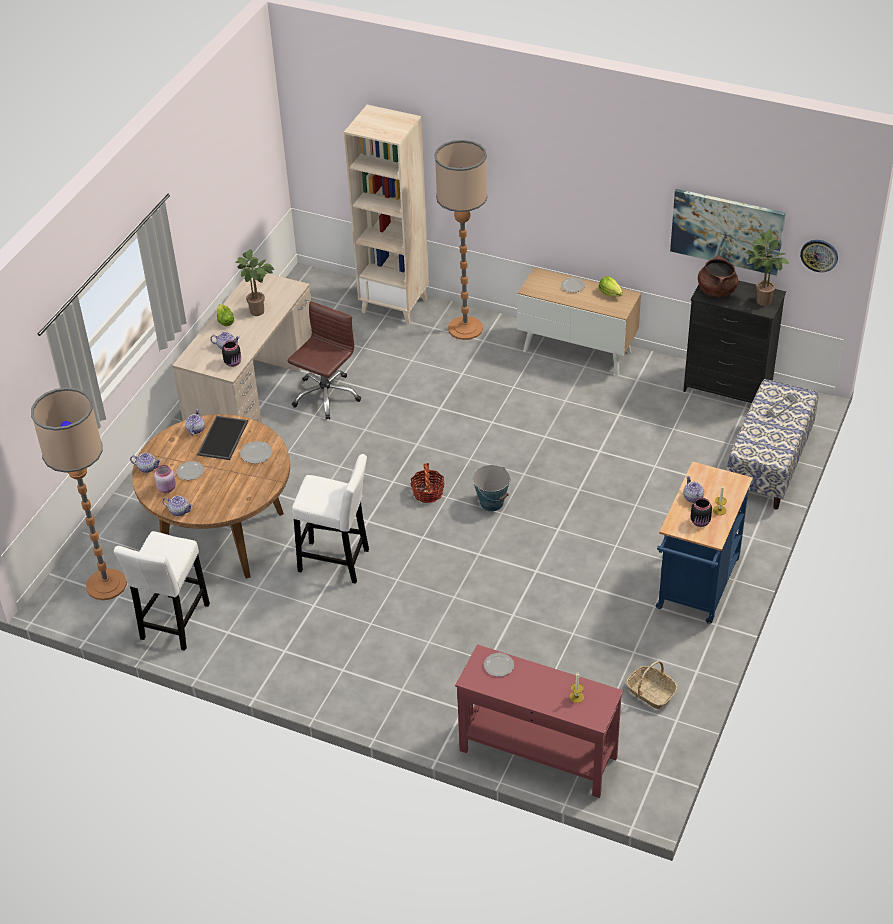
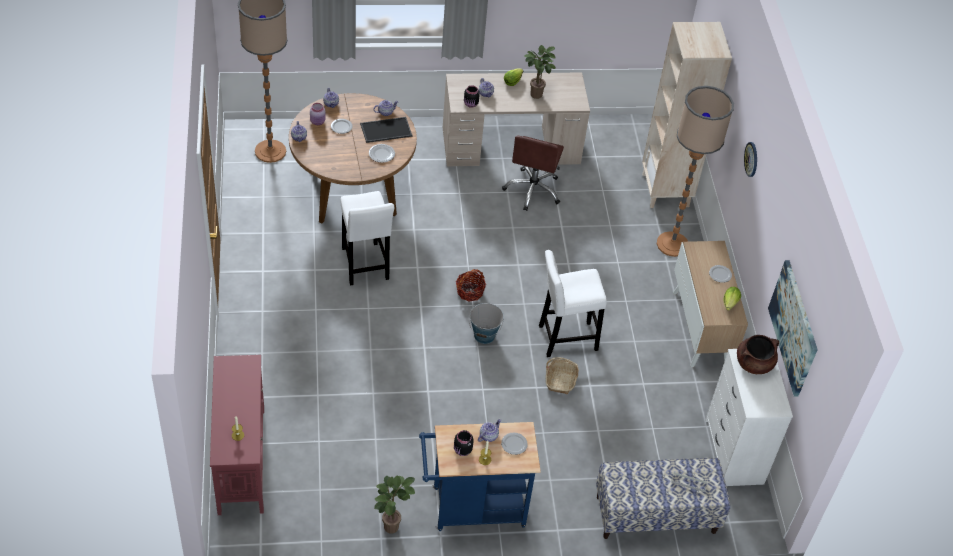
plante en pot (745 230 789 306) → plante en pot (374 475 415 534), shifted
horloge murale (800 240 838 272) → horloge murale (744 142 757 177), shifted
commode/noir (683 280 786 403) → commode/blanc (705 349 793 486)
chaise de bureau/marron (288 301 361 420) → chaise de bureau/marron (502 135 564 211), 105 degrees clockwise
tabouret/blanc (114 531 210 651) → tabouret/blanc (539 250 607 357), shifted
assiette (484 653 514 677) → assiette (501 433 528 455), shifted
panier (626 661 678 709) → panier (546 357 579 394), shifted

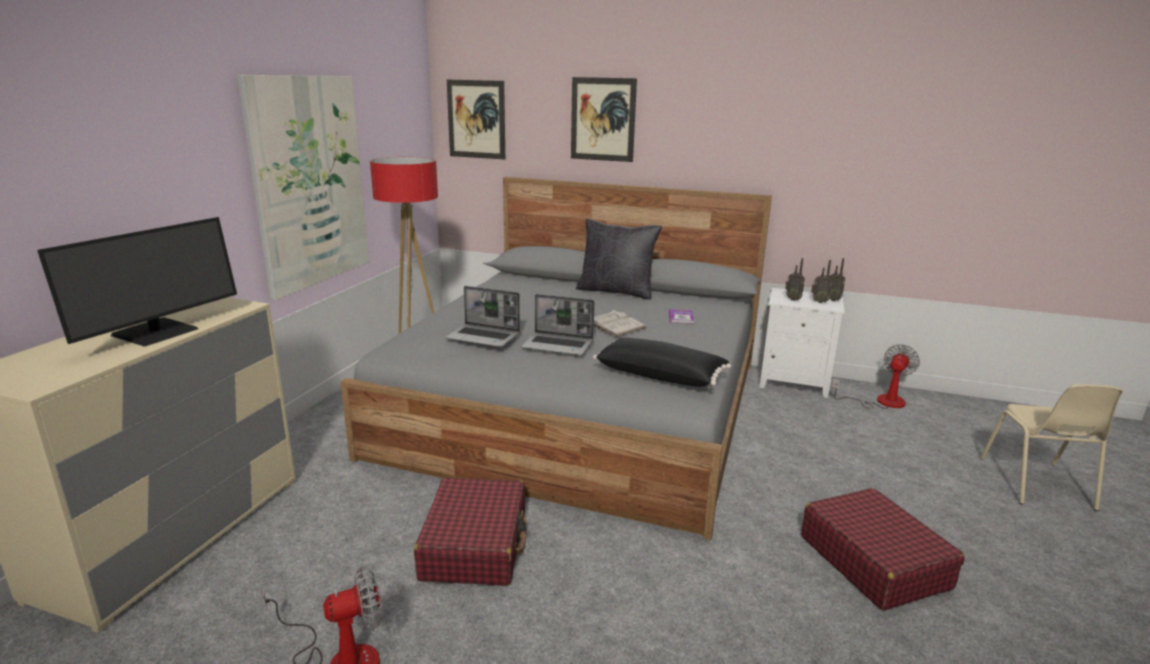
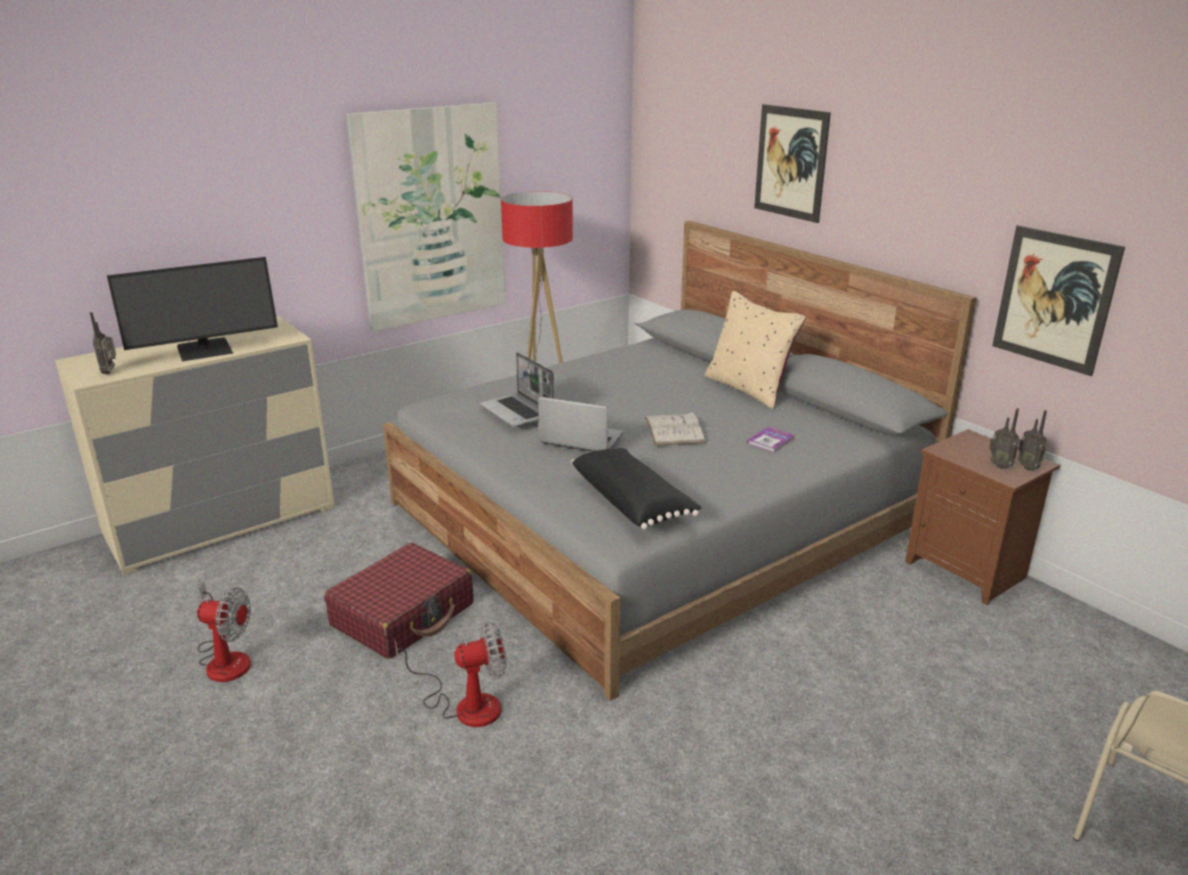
tableau (447 80 505 159) → tableau (992 226 1125 376), shifted
coussin/noir (576 219 662 300) → coussin/beige (705 291 806 409)
radio (785 258 805 301) → radio (90 312 116 374), shifted
table de chevet/blanc (760 288 845 398) → table de chevet/marron (905 429 1060 605)
ordinateur portable (521 294 595 355) → ordinateur portable (538 396 623 452), 150 degrees clockwise
ventilateur (832 345 920 409) → ventilateur (395 622 507 727), shifted
valise/rouge (801 488 965 610) → -

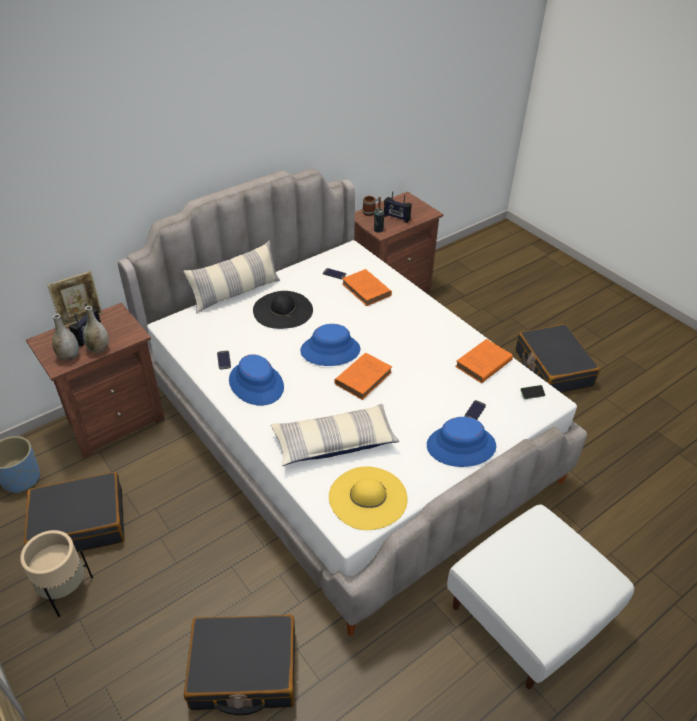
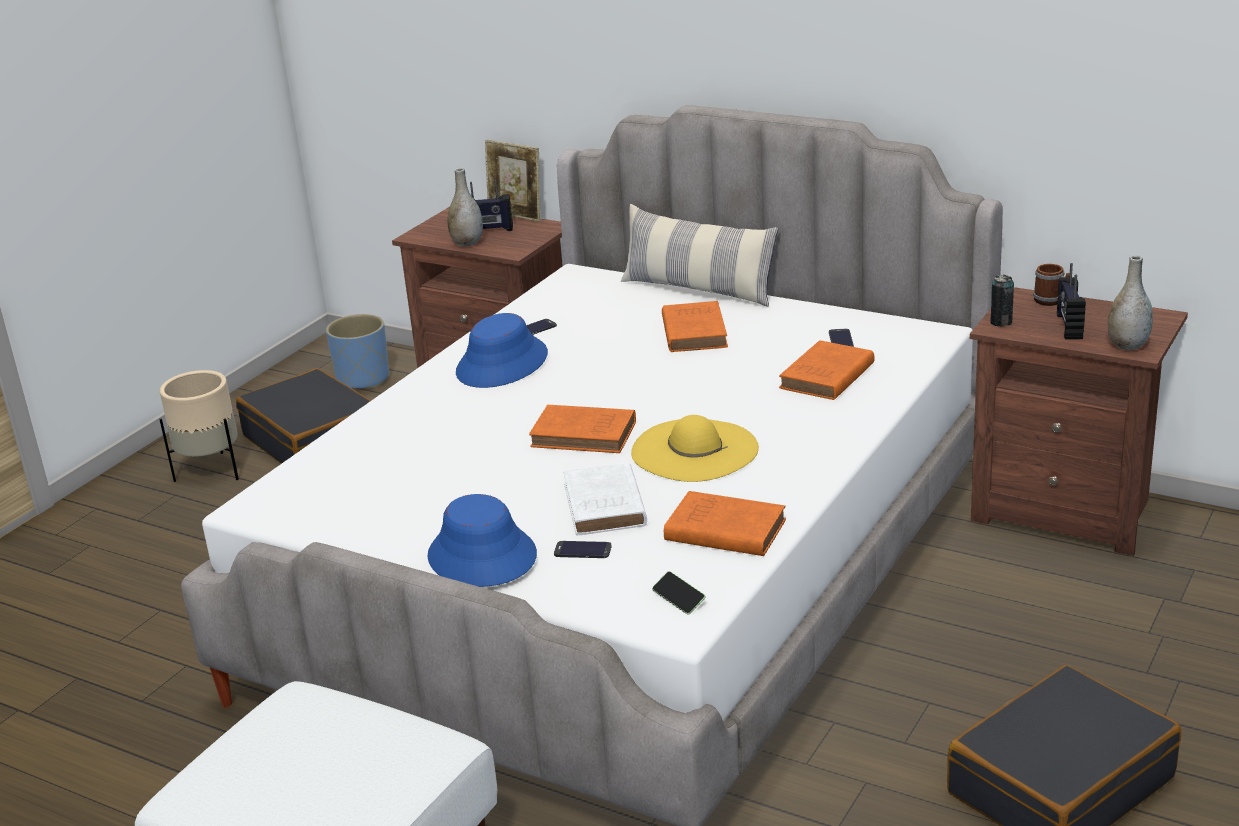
chapeau/noir (253 291 313 329) → livre/orange (662 301 728 352)
vase/gris (52 314 79 361) → vase/gris (1108 255 1153 350), shifted
chapeau/bleu (300 324 360 366) → -
coussin (271 404 400 466) → -
chapeau/jaune (329 466 408 530) → chapeau/jaune (631 415 759 482), shifted
valise/noir (184 615 295 715) → -
- → livre/blanc (563 462 647 535)

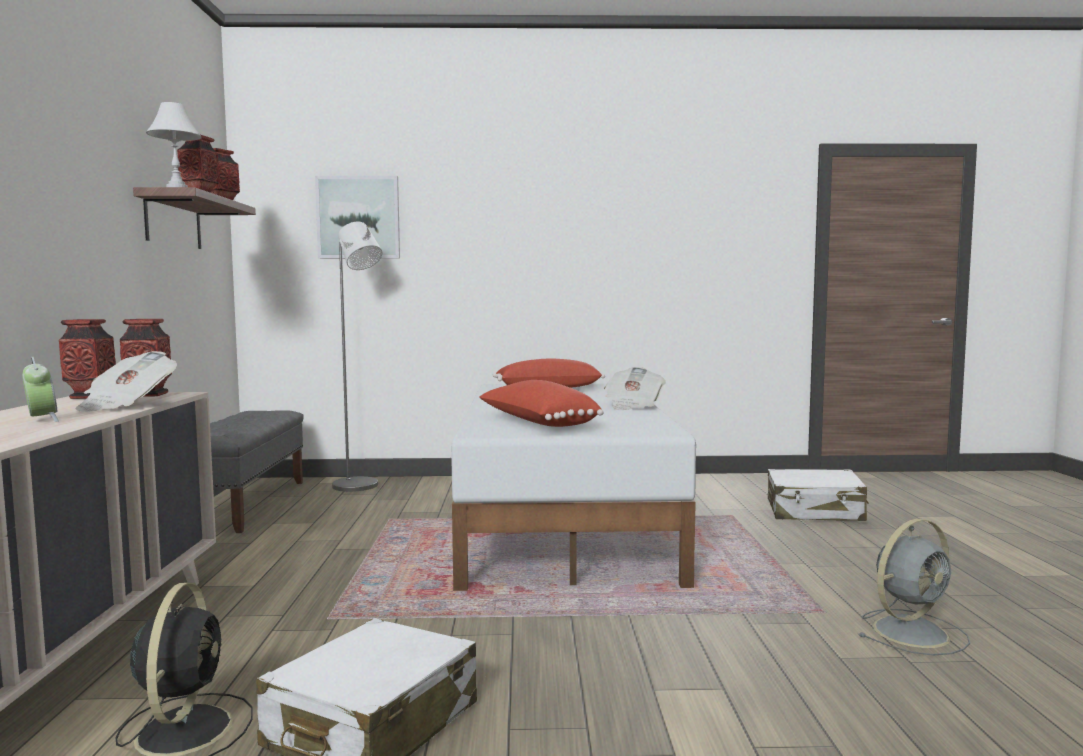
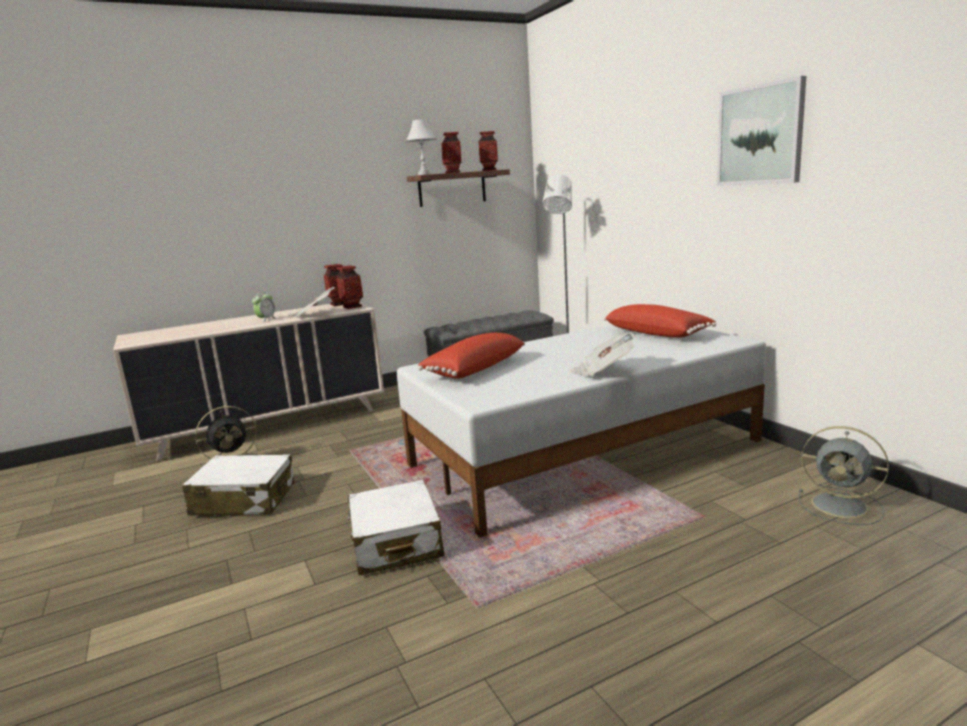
tableau (315 176 400 259) → tableau (717 76 806 186), shifted
valise/blanc (768 469 869 521) → valise/blanc (347 480 445 575), shifted
ventilateur/gris (858 519 970 656) → ventilateur/gris (799 426 889 525), shifted

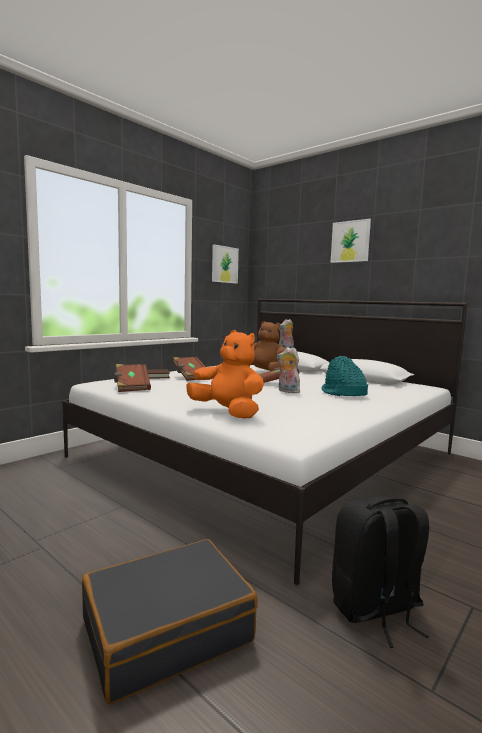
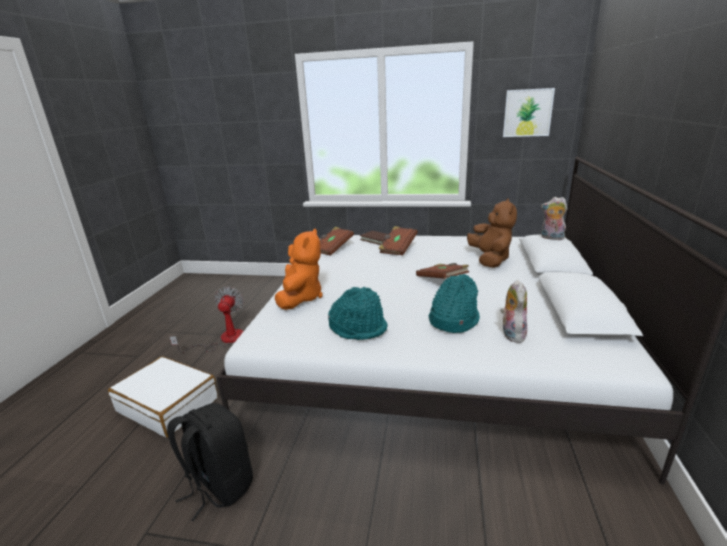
tableau (331 219 371 263) → -
peluche (277 347 300 393) → peluche (500 280 527 343), shifted
valise/noir (82 539 258 704) → valise/blanc (108 356 218 438)
- → ventilateur (170 287 244 353)
- → chapeau/turquoise (328 287 388 340)

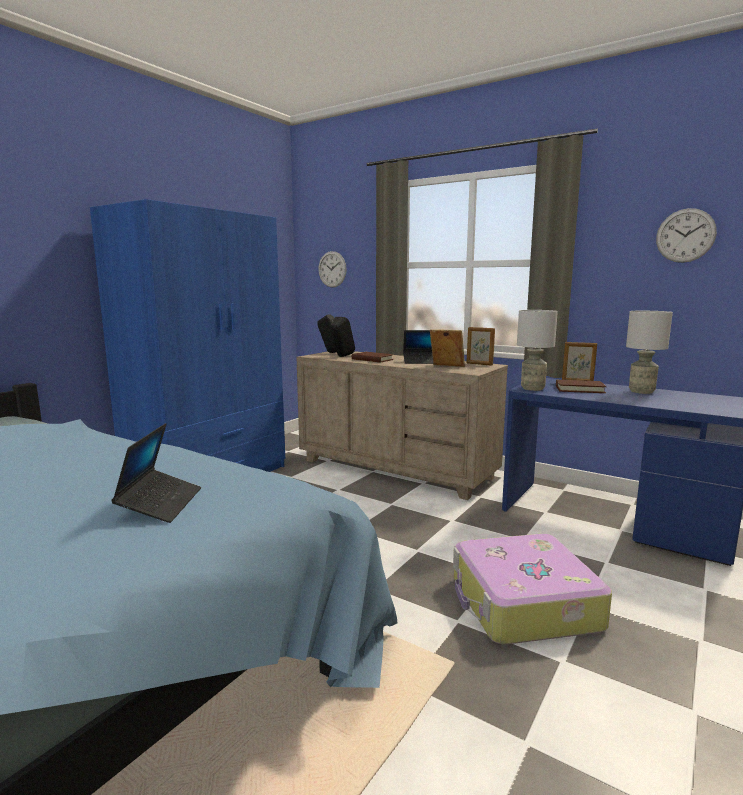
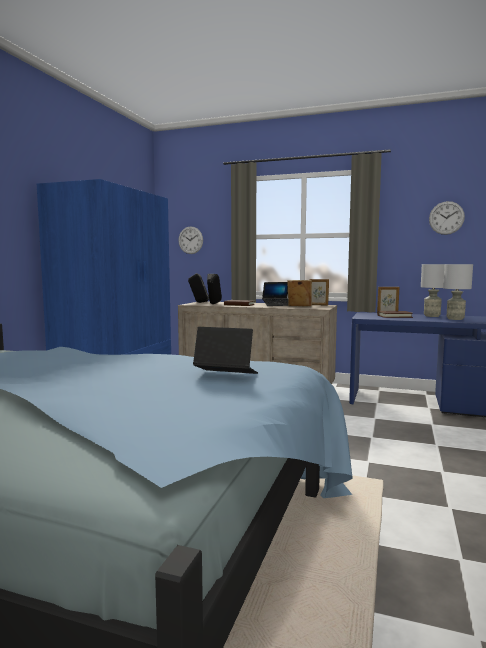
lampe de table/gris (517 310 558 391) → lampe de table/gris (443 264 473 320), shifted
ordinateur portable (111 423 201 523) → ordinateur portable (193 327 258 374), 60 degrees counterclockwise
valise (453 534 612 644) → -

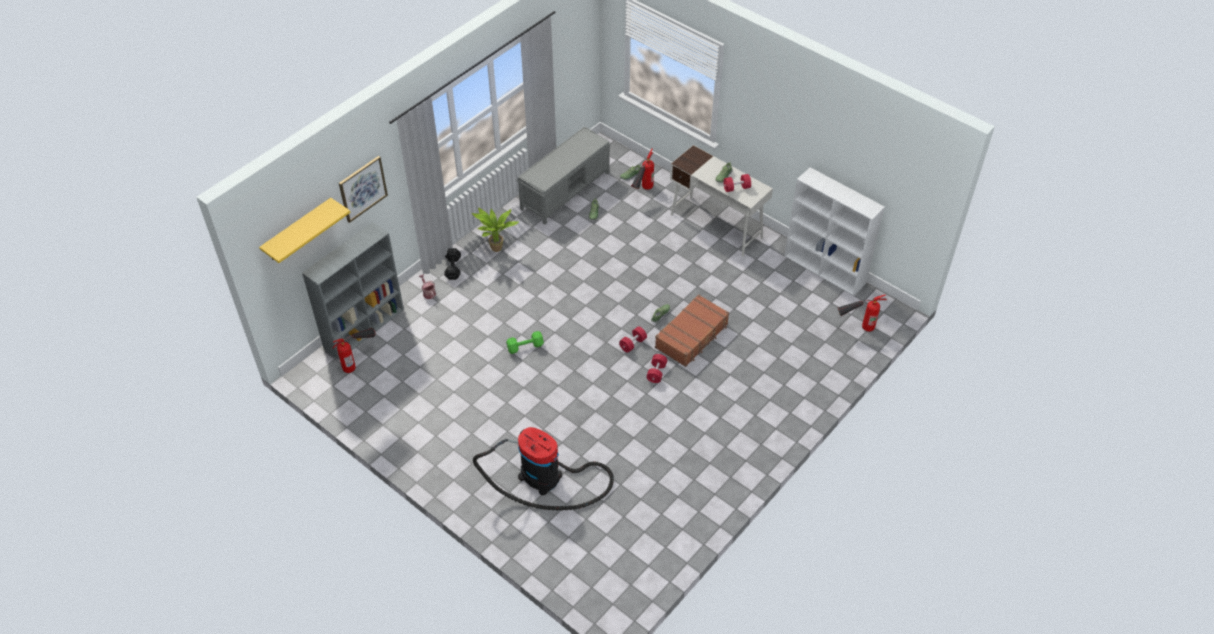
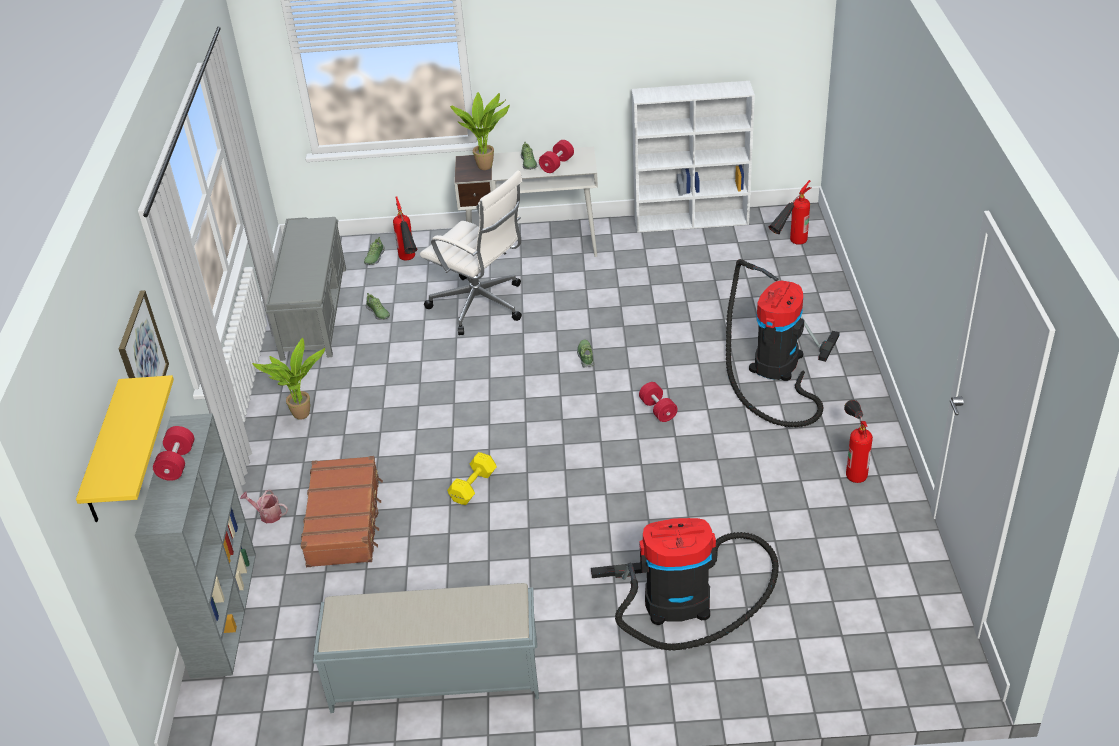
haltère/noir (444 248 461 280) → -
valise/marron (655 294 729 367) → valise/marron (301 456 383 567), shifted
haltère/rouge (619 326 647 353) → haltère/rouge (153 426 194 481), shifted
extincteur (332 328 375 373) → extincteur (844 400 873 483), shifted
haltère/vert (506 331 544 354) → haltère/jaune (447 452 497 505)
- → plante en pot (450 92 510 170)
- → chaise de bureau/blanc (420 170 522 335)
- → aspirateur (726 259 840 427)
- → banc/gris (313 583 539 713)

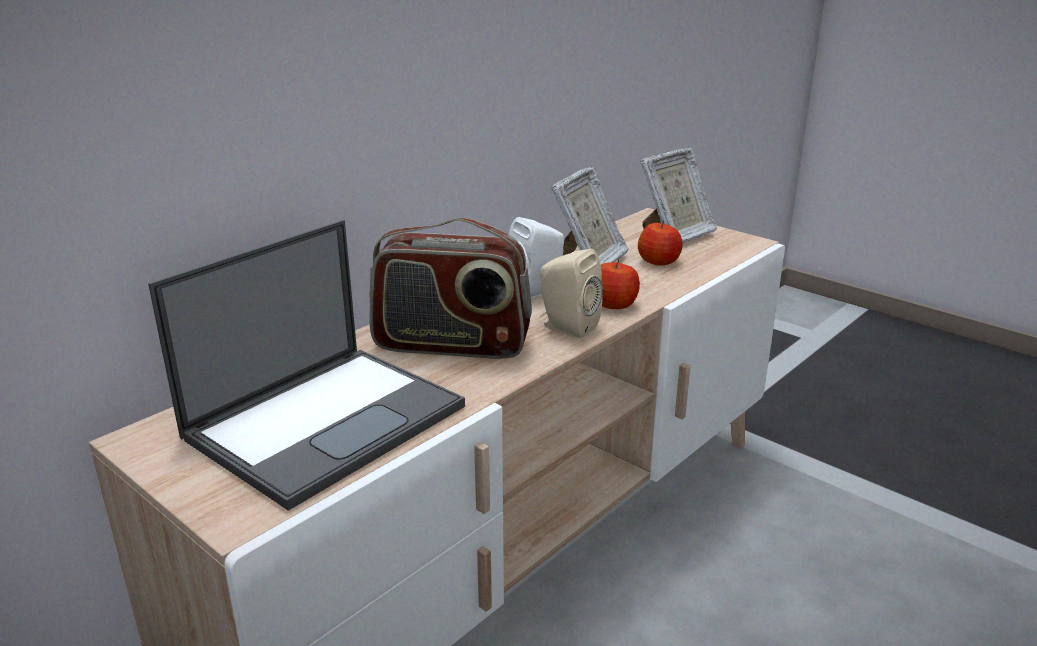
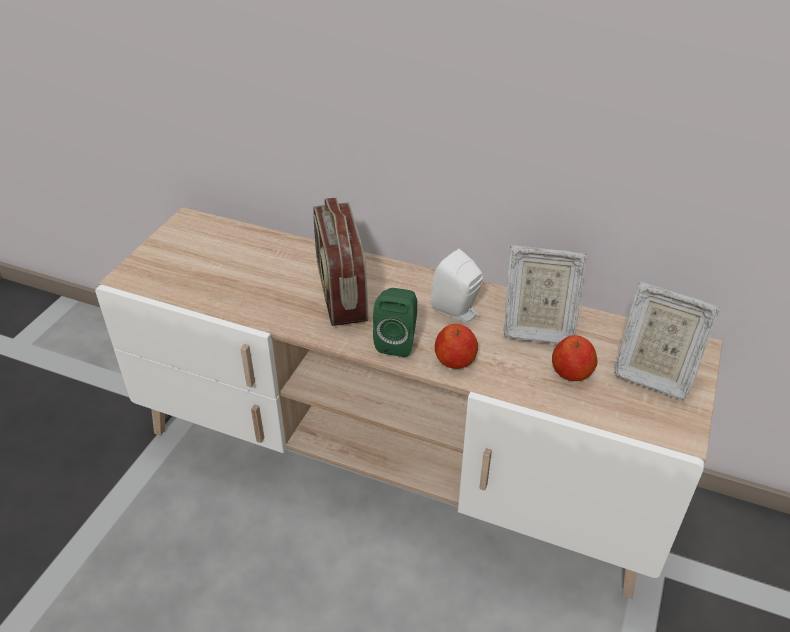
ordinateur portable (148 220 465 511) → -
enceinte/beige (539 249 603 339) → enceinte/vert (373 288 417 357)

